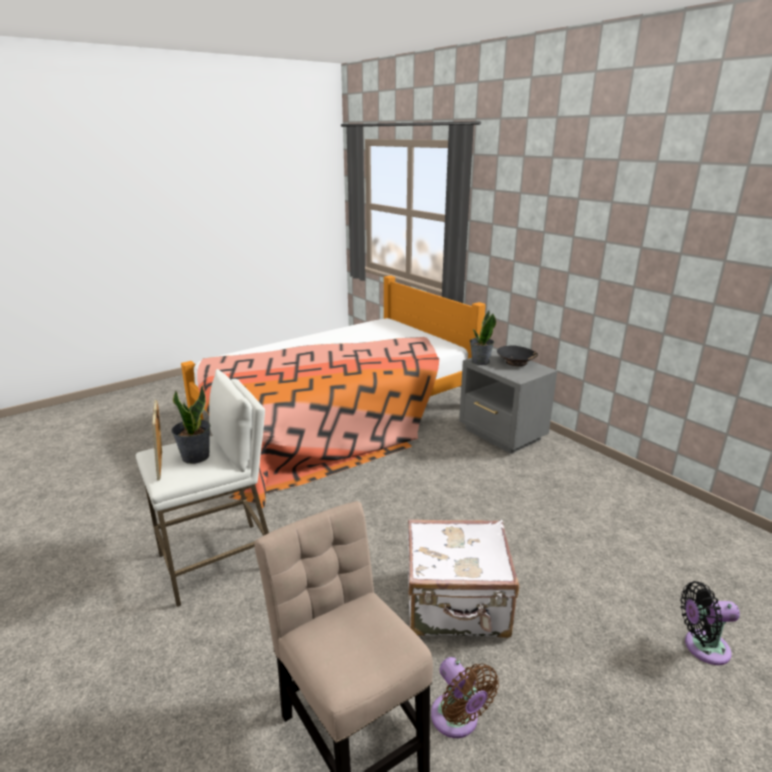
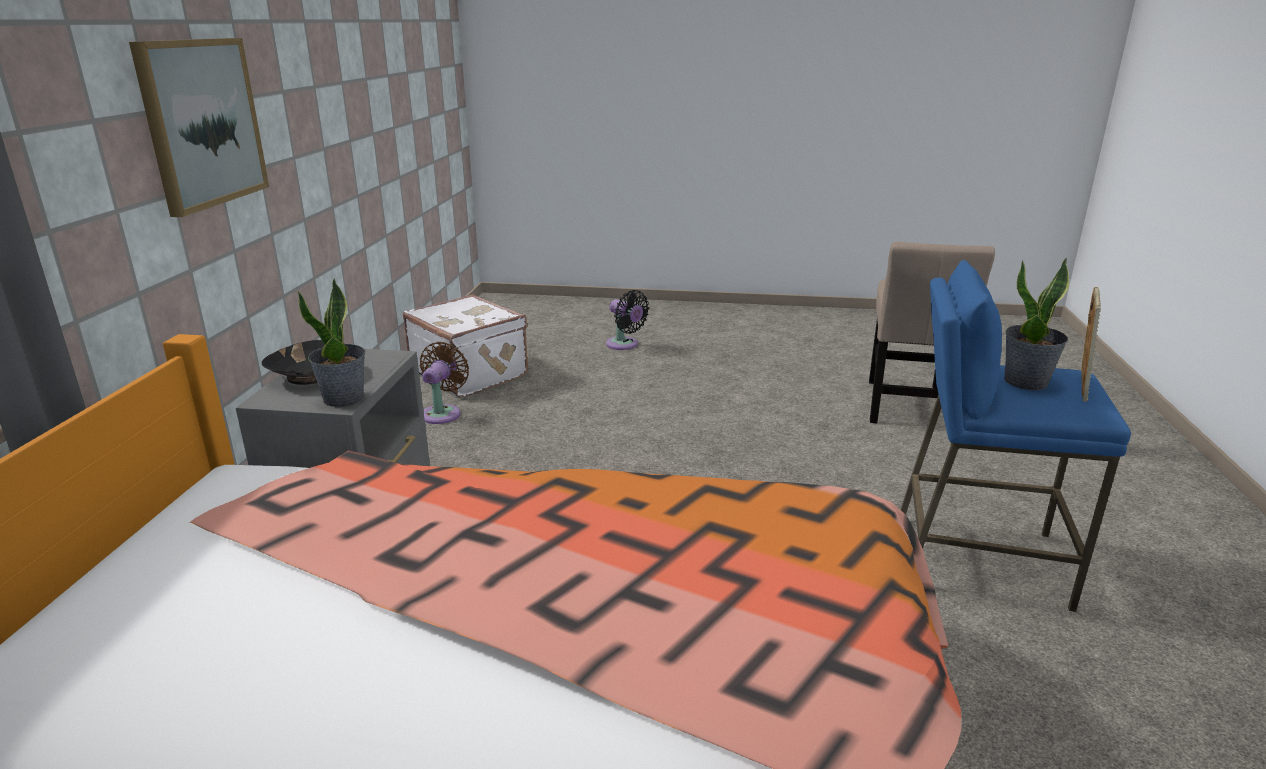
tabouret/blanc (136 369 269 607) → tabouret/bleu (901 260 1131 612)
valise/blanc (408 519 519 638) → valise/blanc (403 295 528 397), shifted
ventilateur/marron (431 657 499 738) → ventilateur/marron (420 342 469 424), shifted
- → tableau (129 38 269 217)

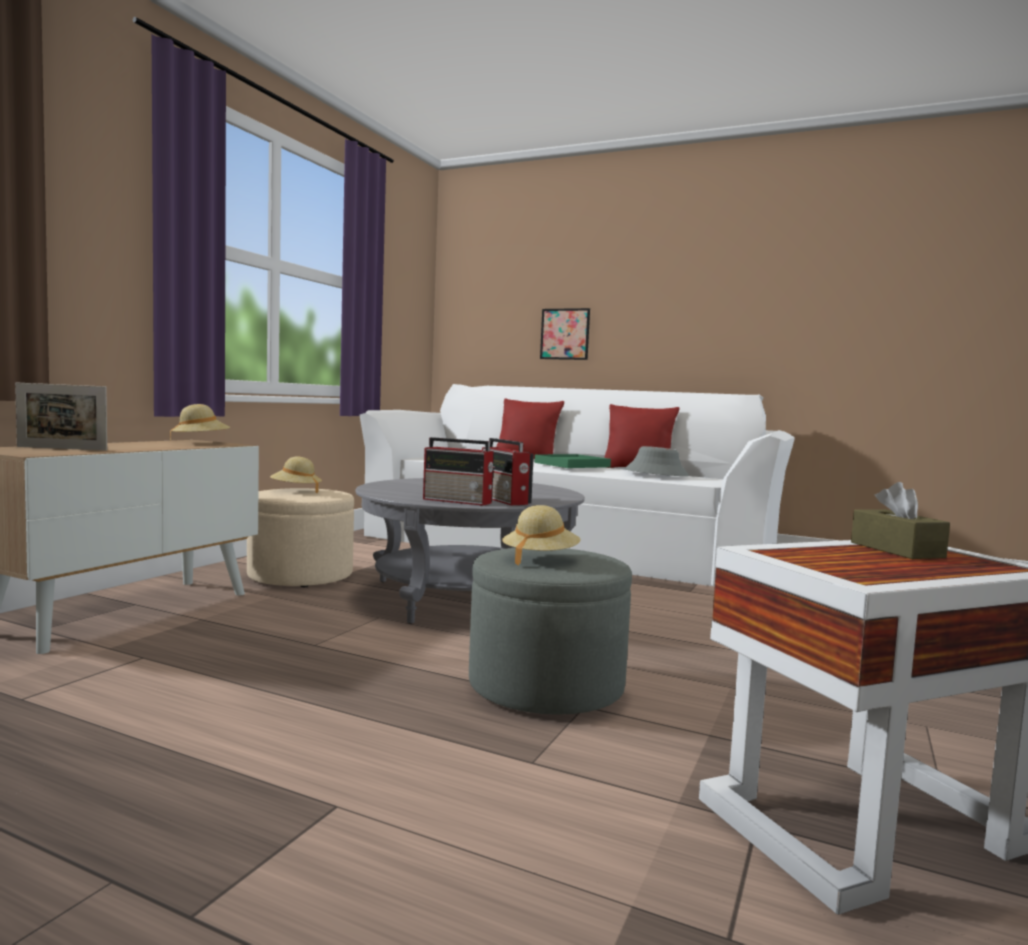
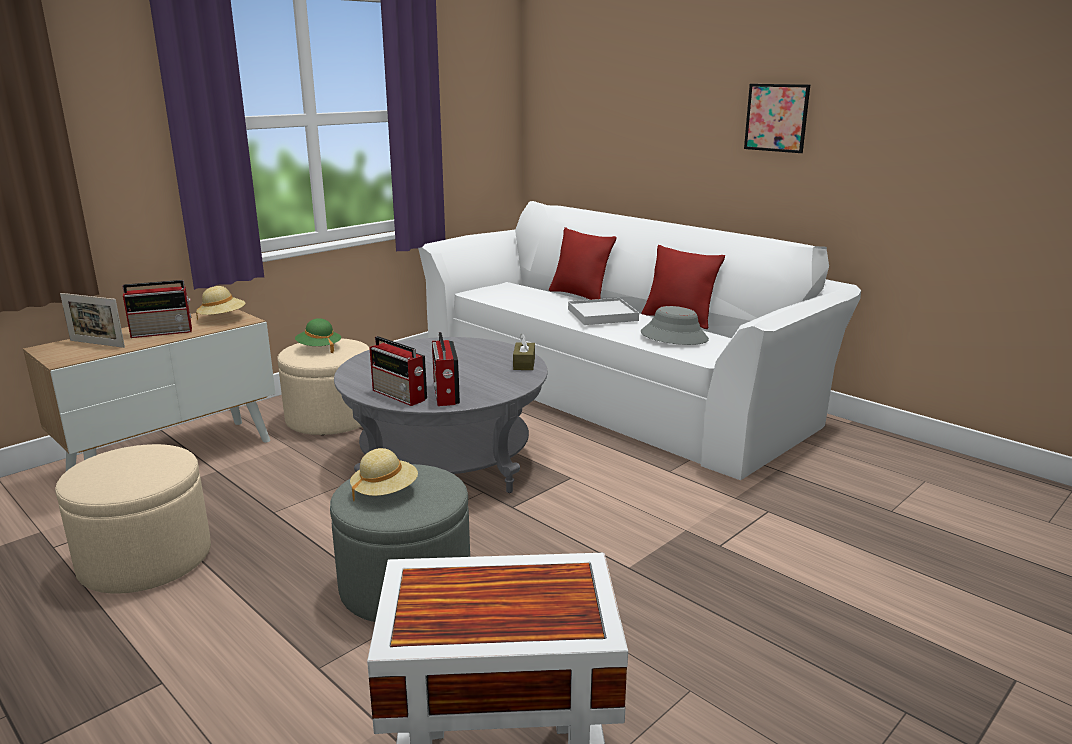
tableau (540 308 590 360) → tableau (744 84 810 153), shifted
plateau/vert (535 454 611 468) → plateau/blanc (568 298 639 325)
chapeau/beige (270 457 322 493) → chapeau/vert (295 318 341 353)
boîte à mouchoirs/marron (851 482 950 559) → boîte à mouchoirs/marron (513 333 535 370), shifted
- → radio (122 280 192 338)
- → pouf/beige (55 444 211 594)

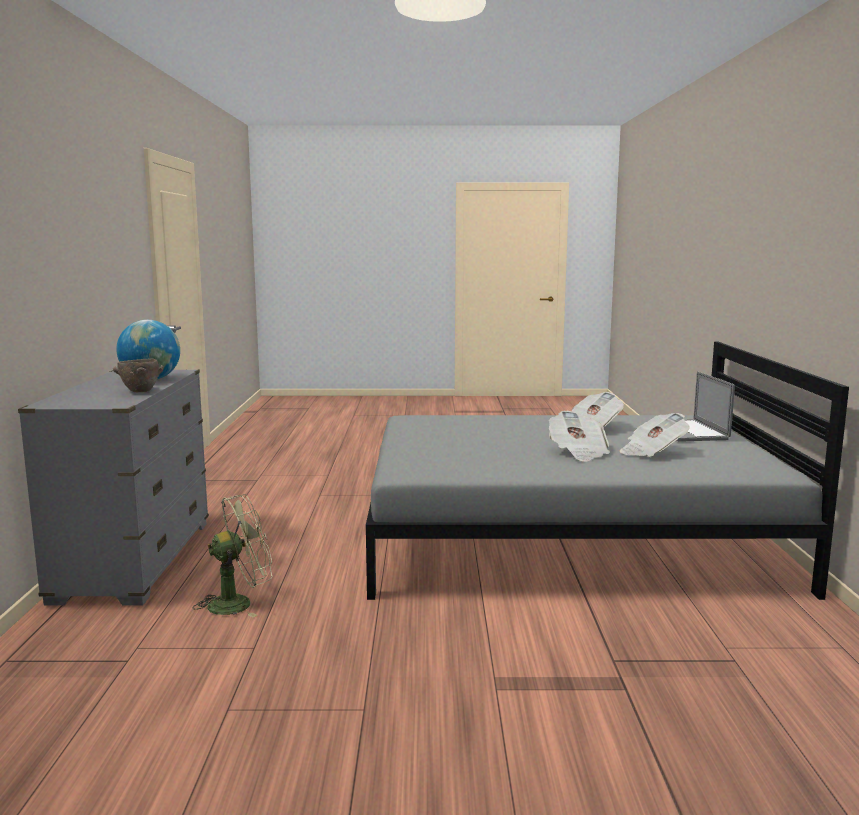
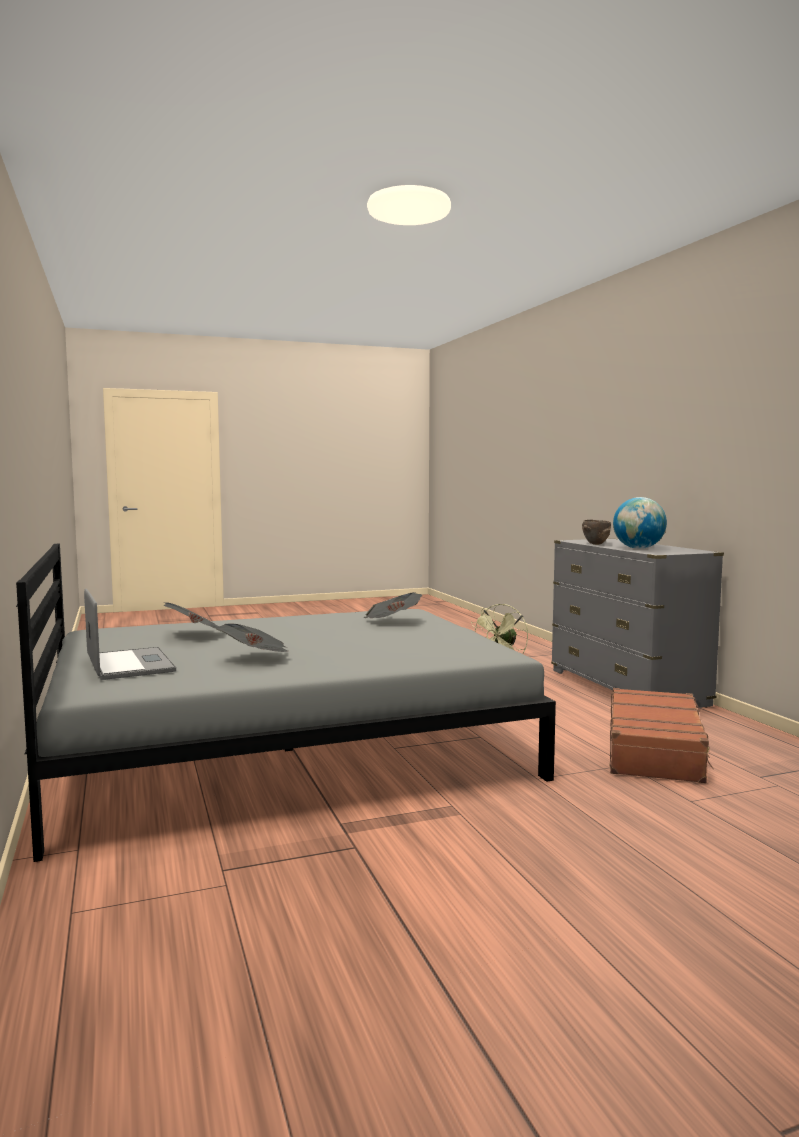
journal (549 411 610 462) → journal (364 592 422 618), shifted
- → valise/marron (610 688 713 783)

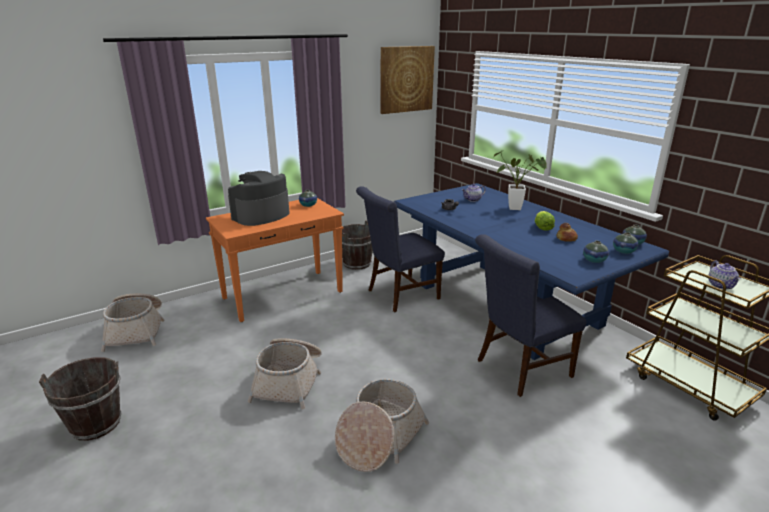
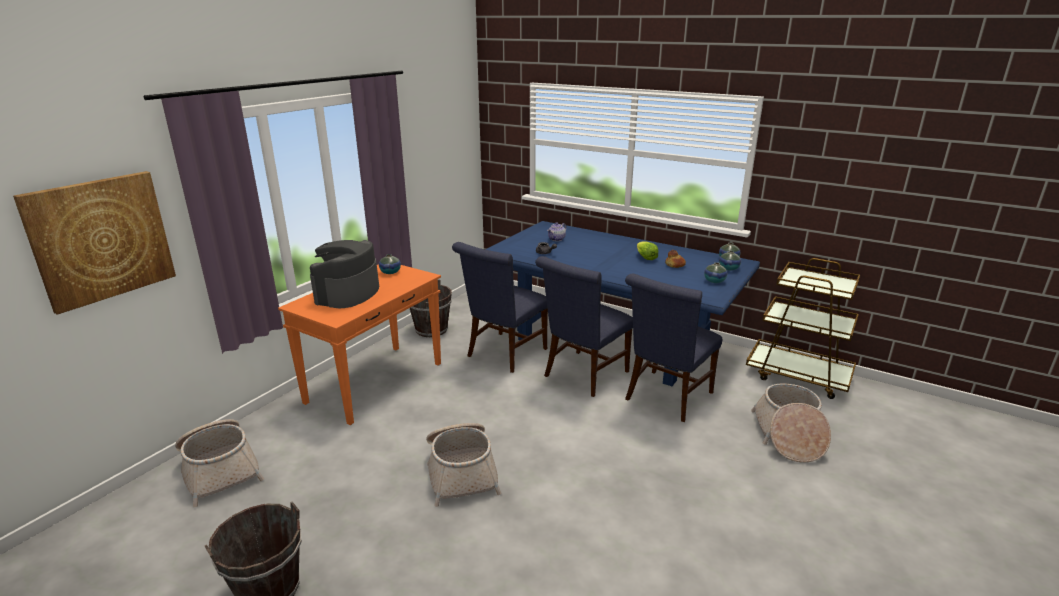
tableau (381 46 435 114) → tableau (13 171 176 315), shifted
plante en pot (494 151 547 210) → -
théière (708 260 740 290) → -
panier (335 379 429 472) → panier (751 384 831 463), shifted
- → chaise/bleu (535 256 633 397)

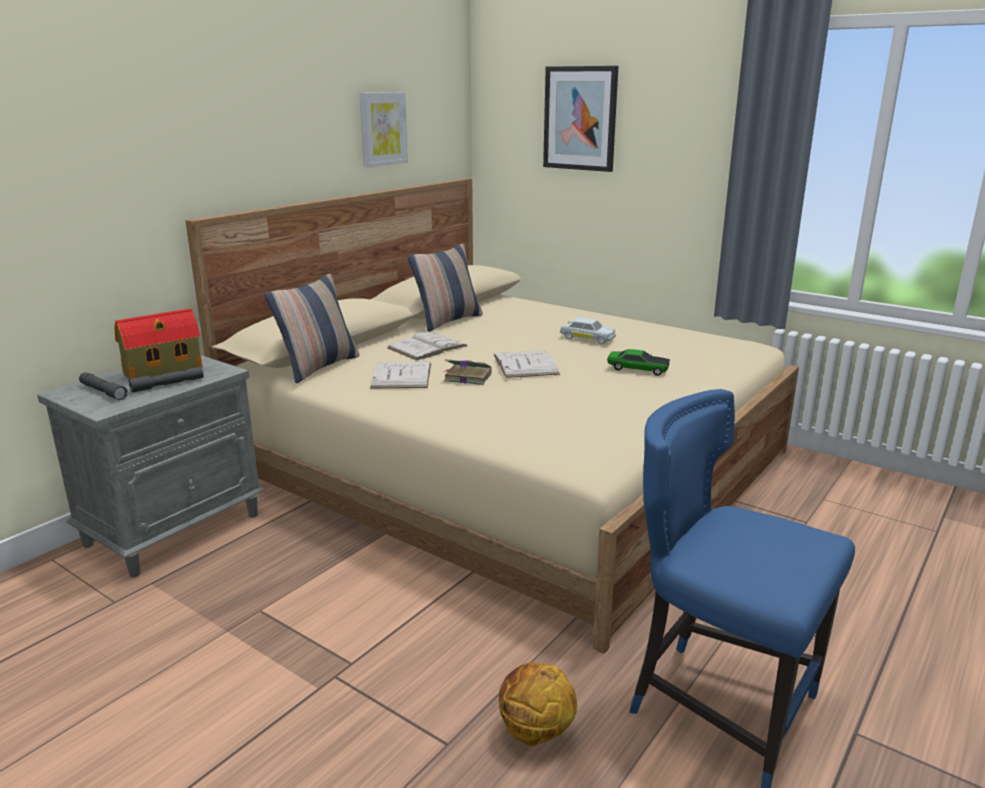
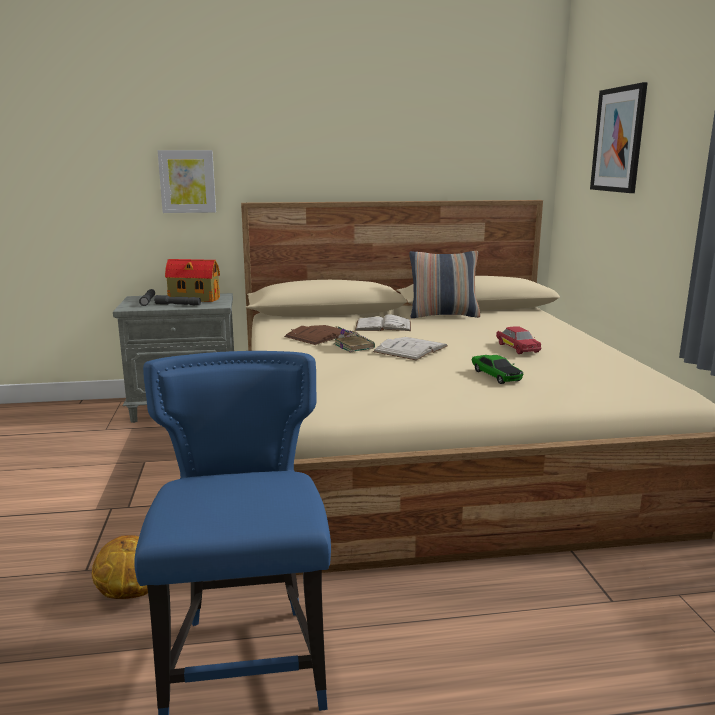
tableau (359 92 408 167) → tableau (158 150 216 213), shifted
coussin (265 274 359 383) → -
petite voiture/blanc (560 317 616 344) → petite voiture/rouge (496 326 541 354)
livre/blanc (370 362 431 388) → livre/marron (284 325 353 345)

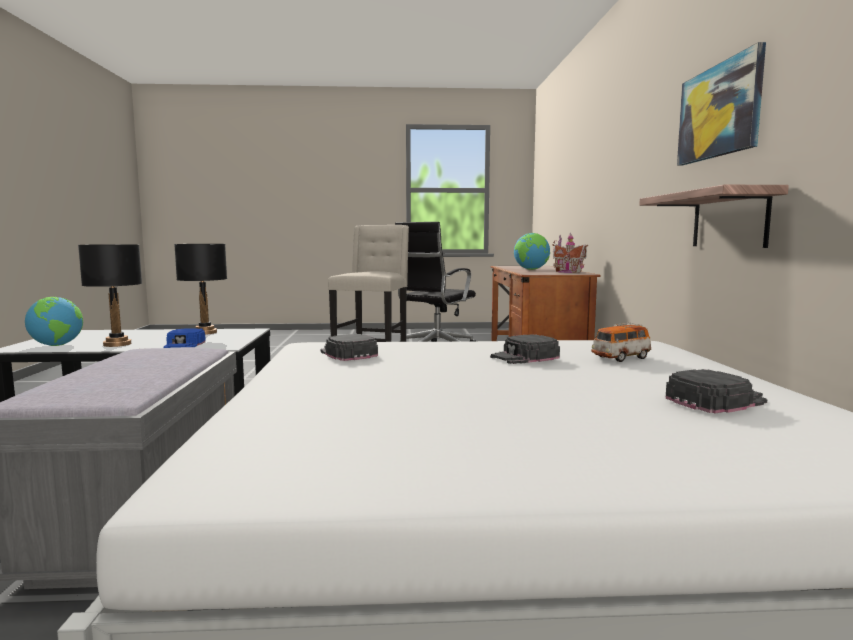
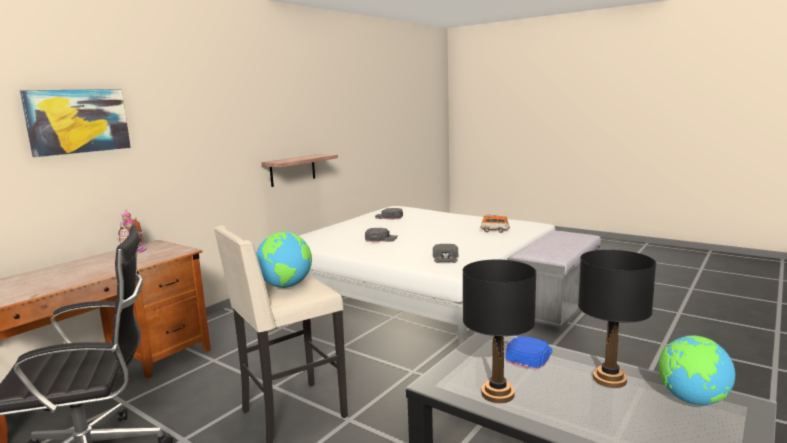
tableau (677 42 766 166) → tableau (20 89 131 157), shifted
globe (514 233 550 270) → globe (256 232 312 288), shifted
petite voiture (591 323 652 362) → petite voiture (480 215 510 233), shifted

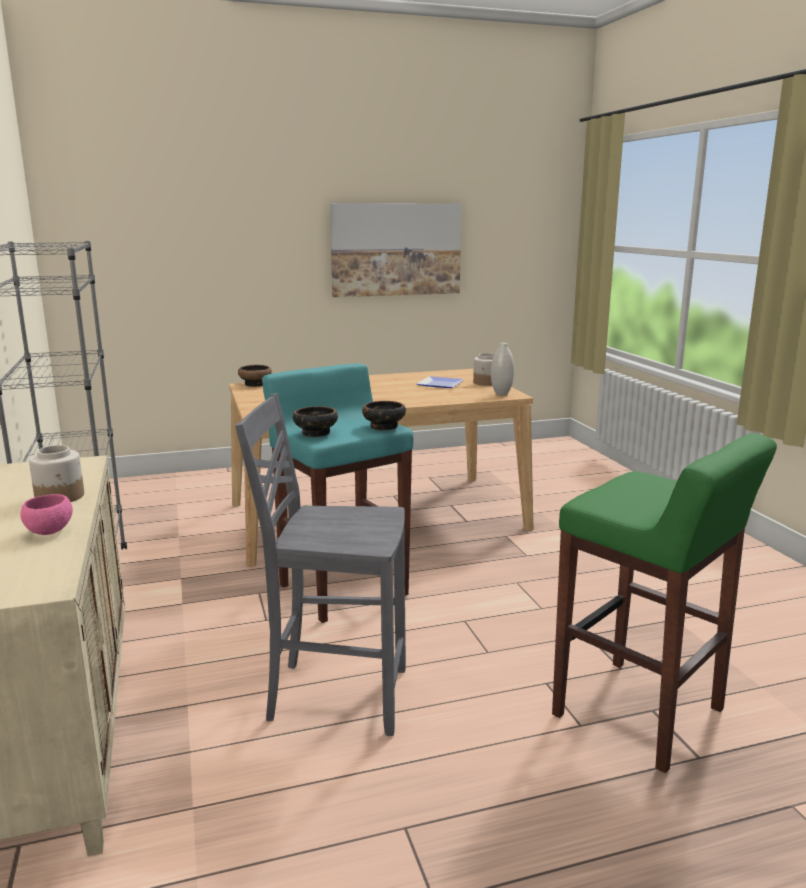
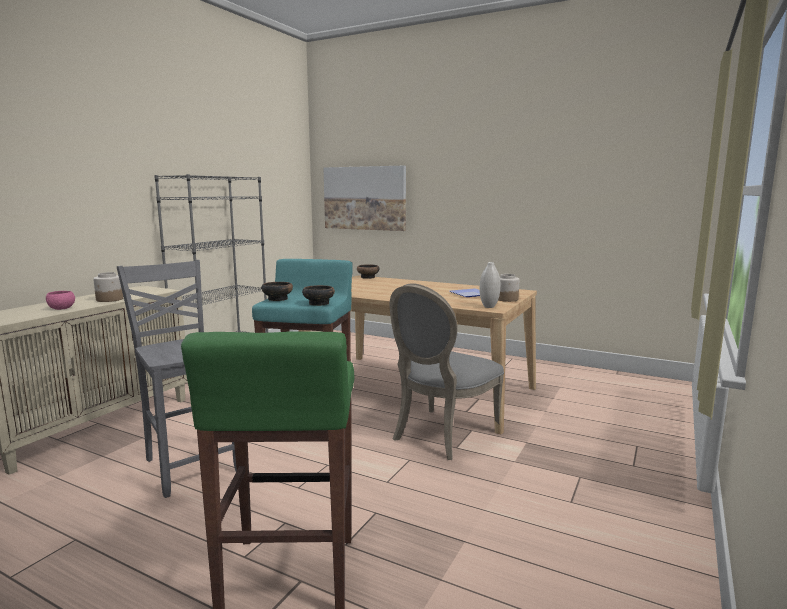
tableau (330 203 462 297) → tableau (324 166 406 231), shifted
- → chaise/gris (390 283 504 460)

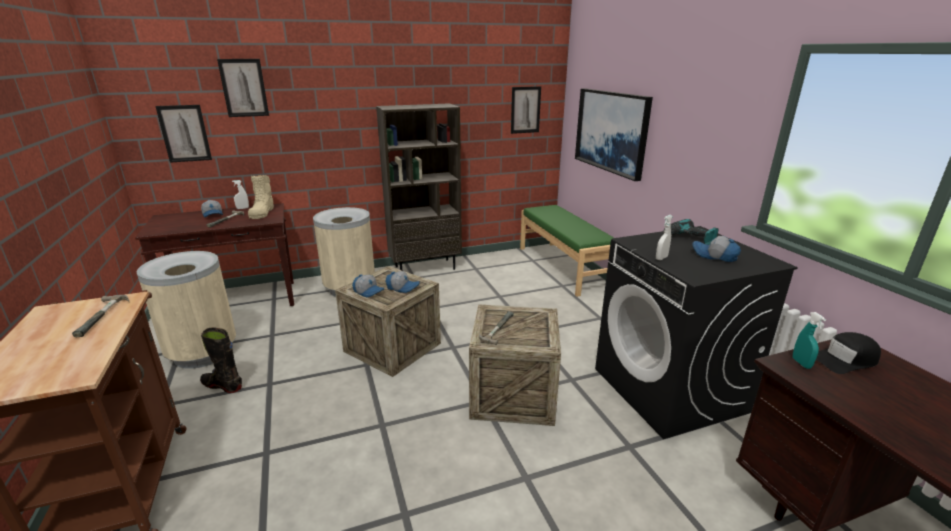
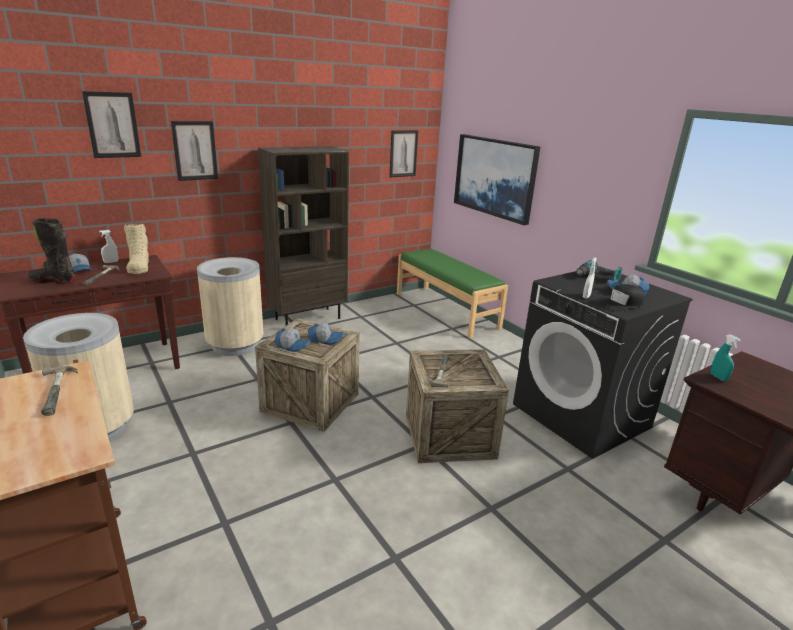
tableau (155 105 212 163) → tableau (171 121 218 181), shifted
botte/noir (200 327 242 393) → botte/noir (28 218 75 284), shifted
casquette/noir (816 332 881 374) → casquette/noir (599 284 644 312), shifted

